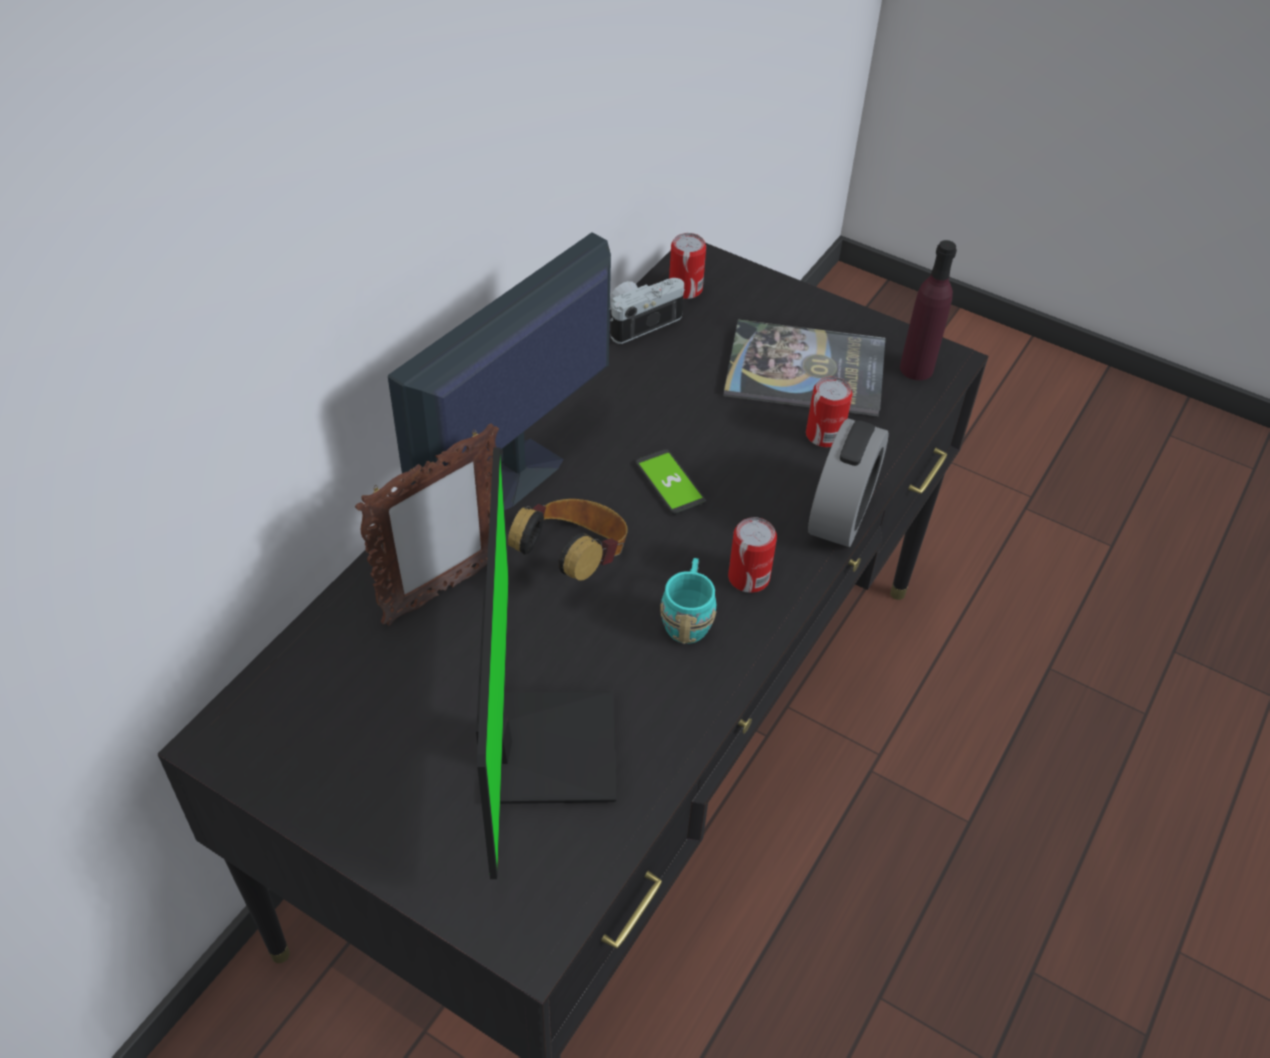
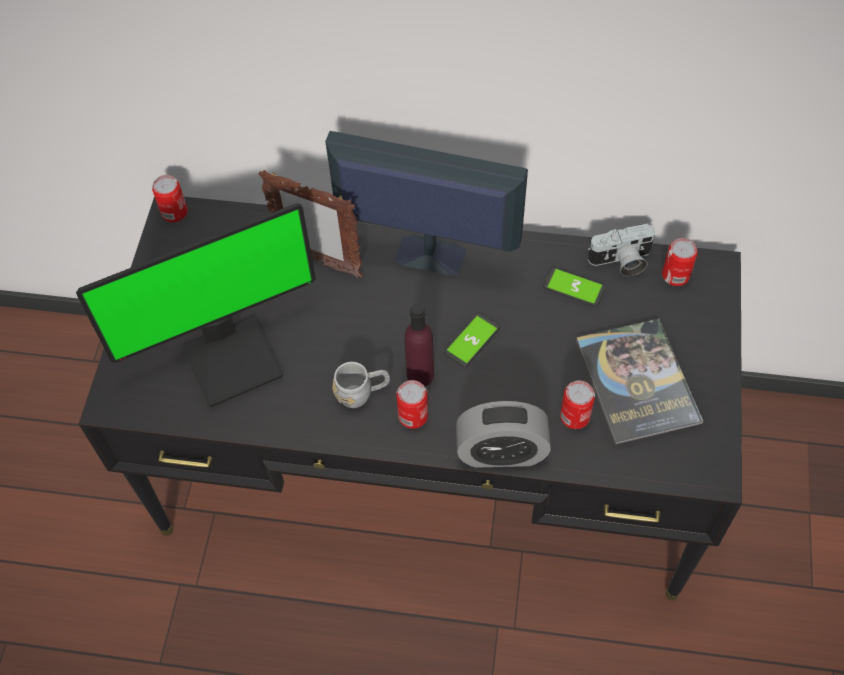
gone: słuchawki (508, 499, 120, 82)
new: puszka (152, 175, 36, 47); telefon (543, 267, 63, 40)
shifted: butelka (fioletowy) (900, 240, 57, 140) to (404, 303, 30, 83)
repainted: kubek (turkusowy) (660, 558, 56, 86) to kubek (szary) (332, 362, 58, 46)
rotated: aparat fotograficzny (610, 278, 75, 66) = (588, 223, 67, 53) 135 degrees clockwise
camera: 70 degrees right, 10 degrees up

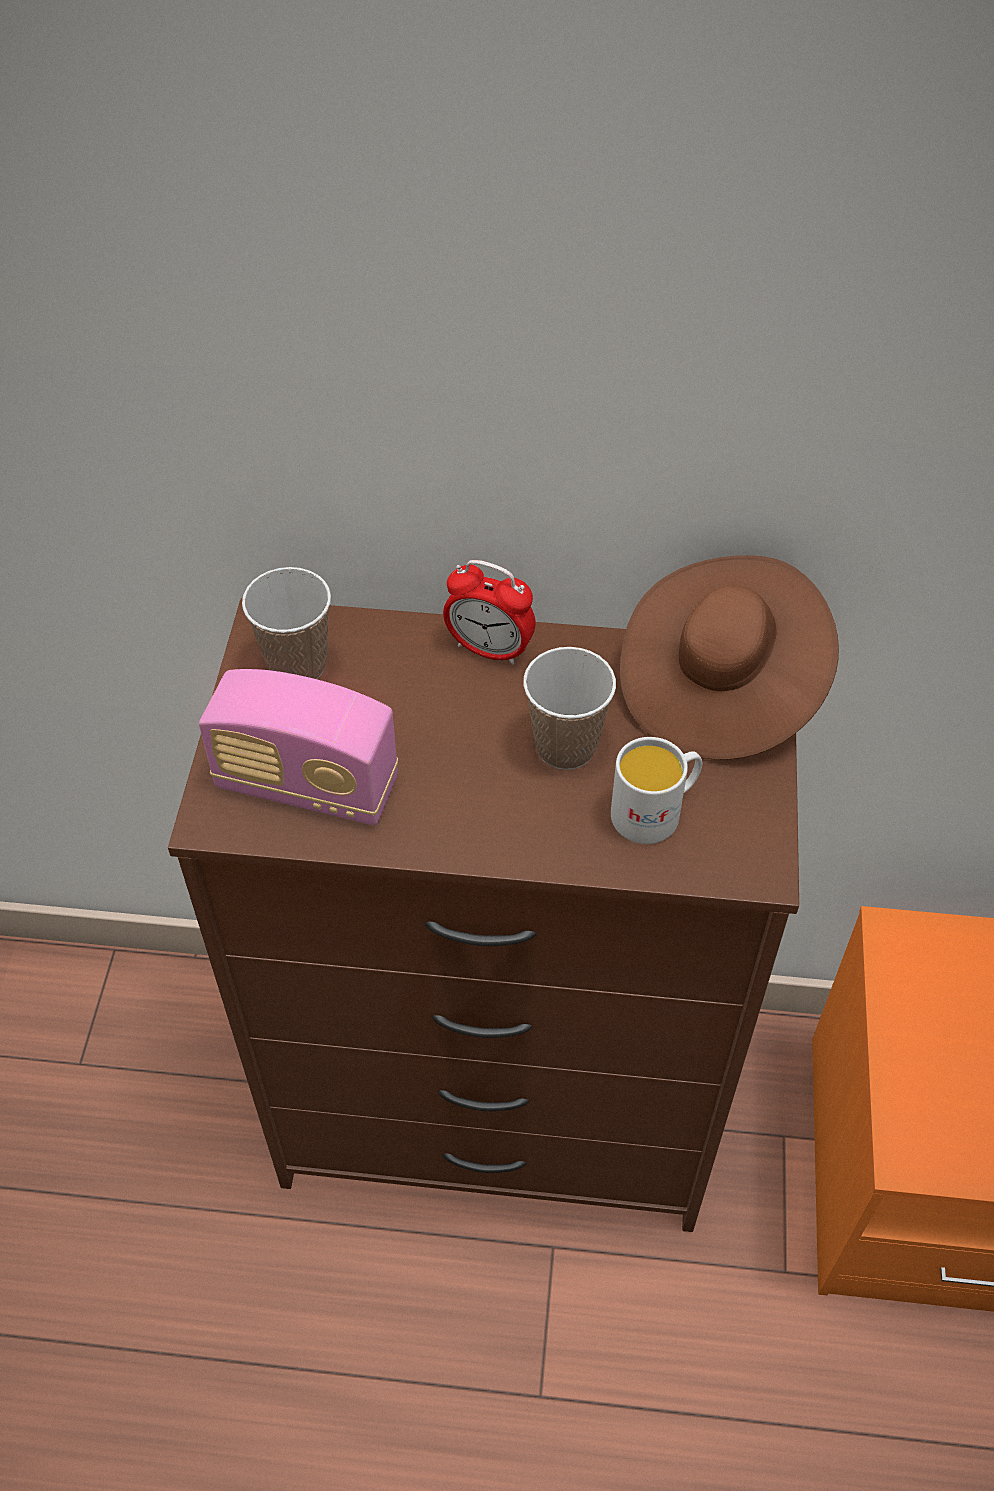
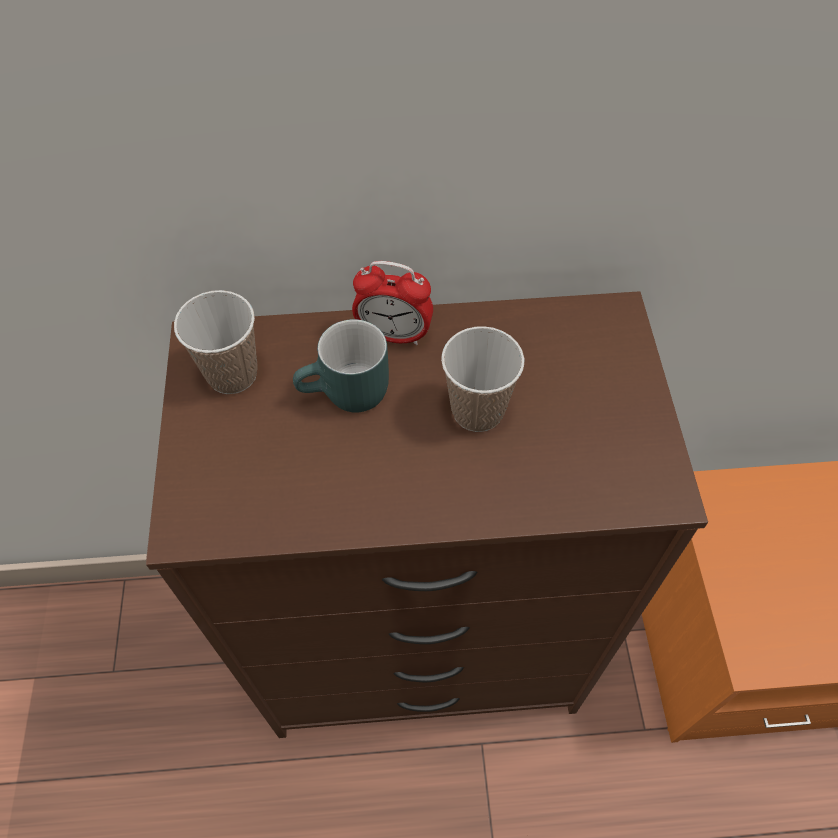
gone: radio (199, 669, 199, 156); kubek (biały) (611, 737, 91, 107); kapelusz (brązowy) (620, 555, 219, 205)
new: kubek (turkusowy) (293, 319, 96, 93)
camera: 10 degrees left, 5 degrees up

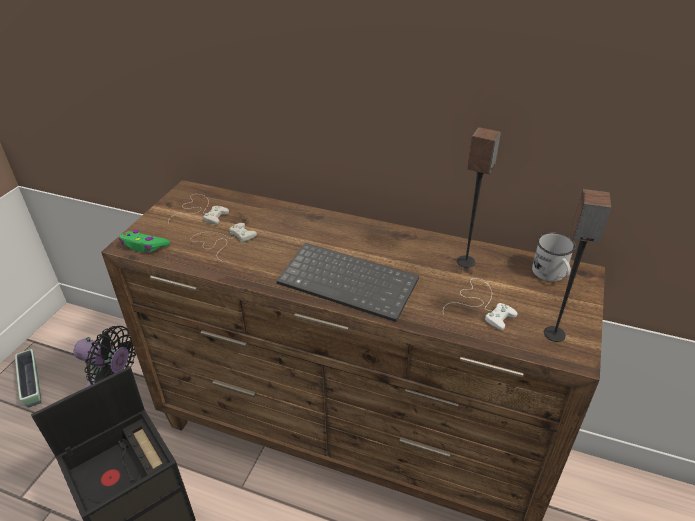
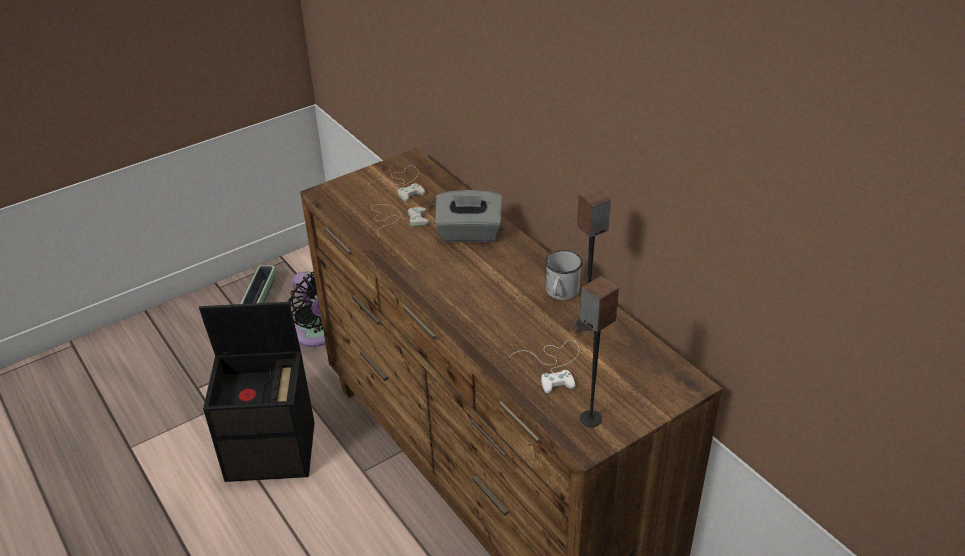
gone: pad do gier (zielony) (119, 230, 51, 22); klawiatura (277, 243, 142, 79)
new: pudełko chusteczek (szary) (435, 190, 67, 52)
shifted: kubek (biały) (532, 233, 43, 49) to (545, 250, 38, 50)
camera: 35 degrees right, 0 degrees up

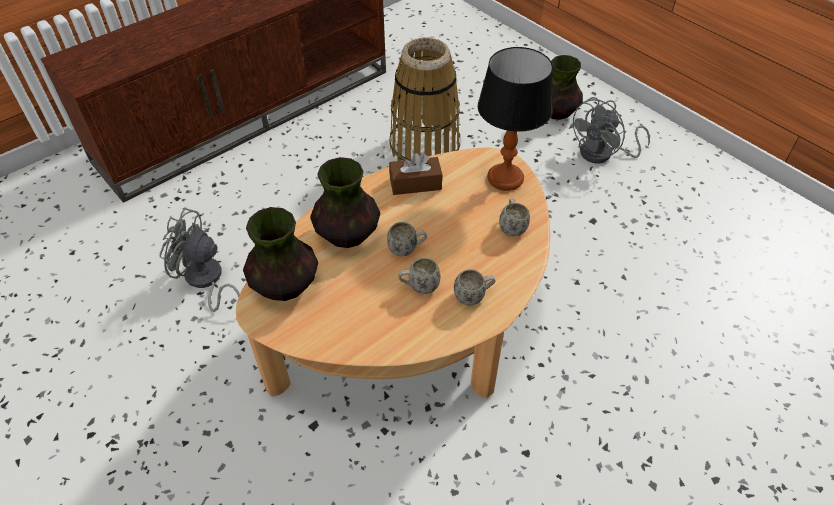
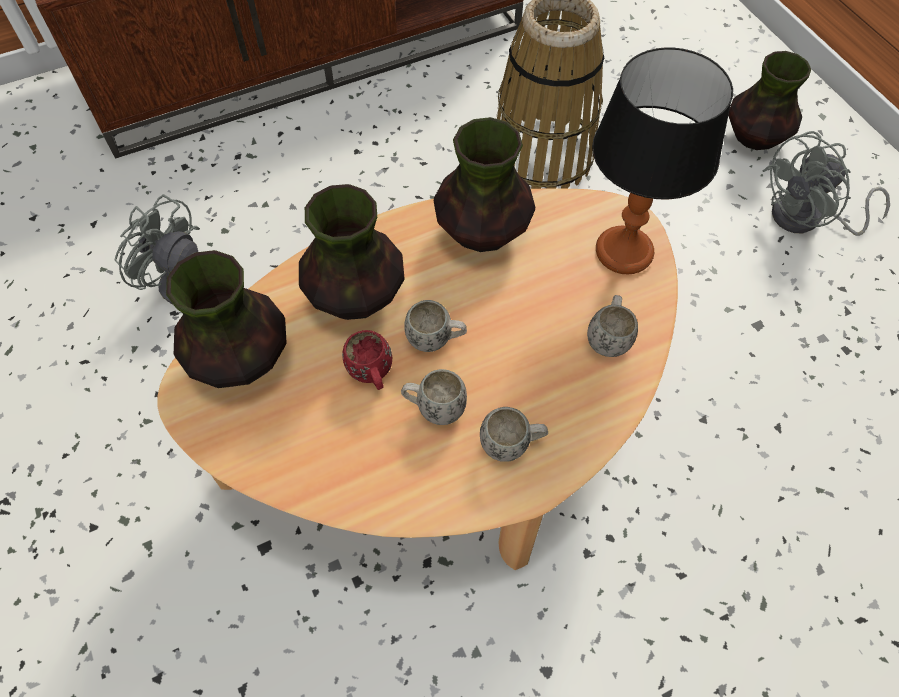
new: kubek (czerwony) (342, 330, 50, 60)
swapped: pudełko chusteczek (brązowy) (389, 153, 53, 42) to wazon (434, 117, 101, 135)
camera: 15 degrees right, 10 degrees up

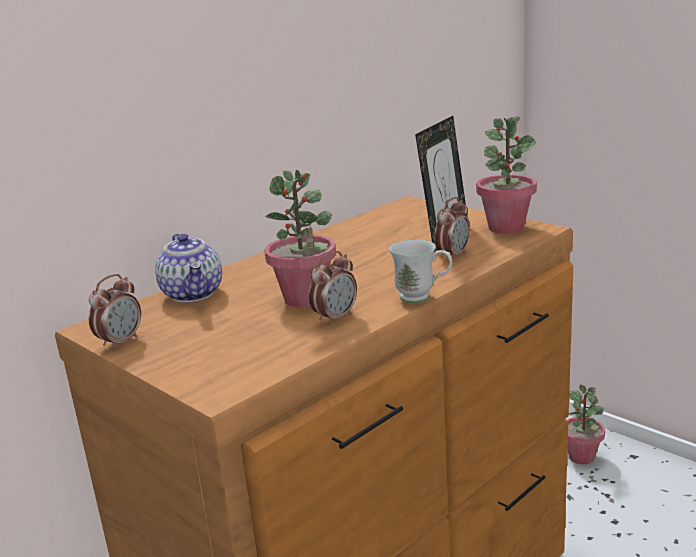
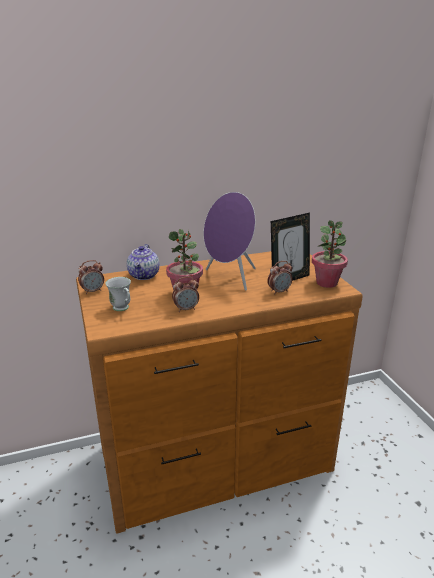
gone: roślina doniczkowa (566, 385, 39, 80)
new: głośnik (fioletowy) (203, 192, 53, 99)
shifted: kubek (biały) (389, 239, 63, 64) to (106, 277, 25, 34)
camera: 25 degrees right, 5 degrees up

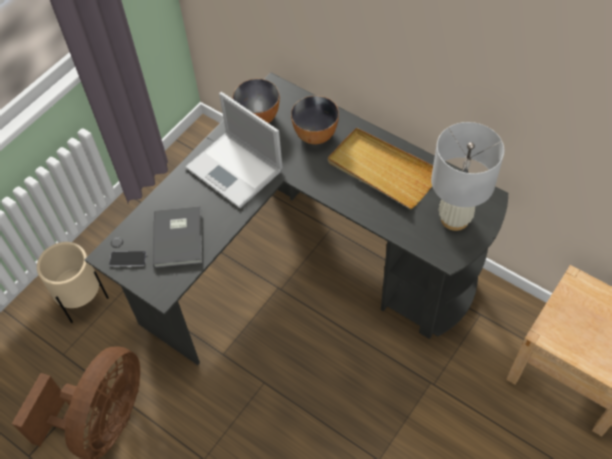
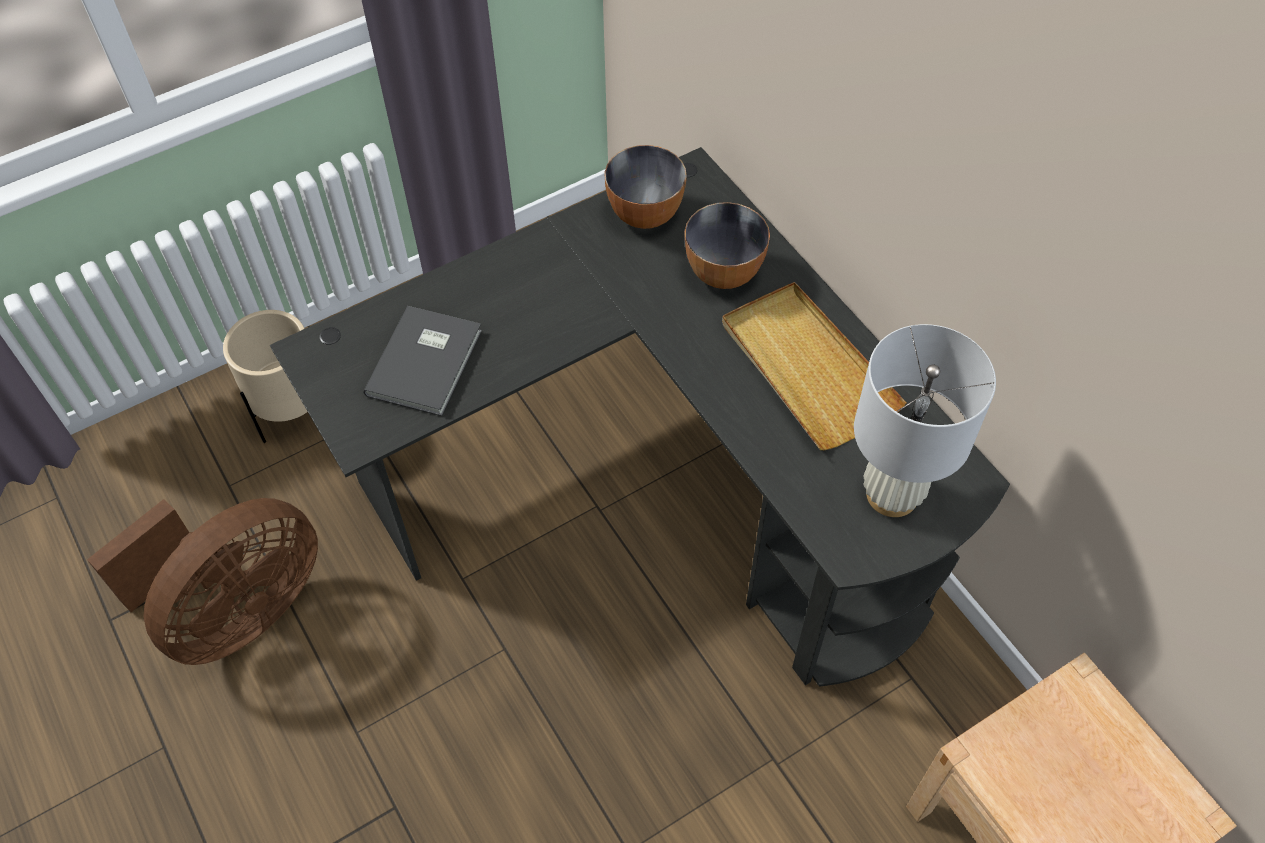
gone: telefon (109, 251, 37, 16); laptop (185, 92, 98, 116)
camera: 20 degrees right, 0 degrees up

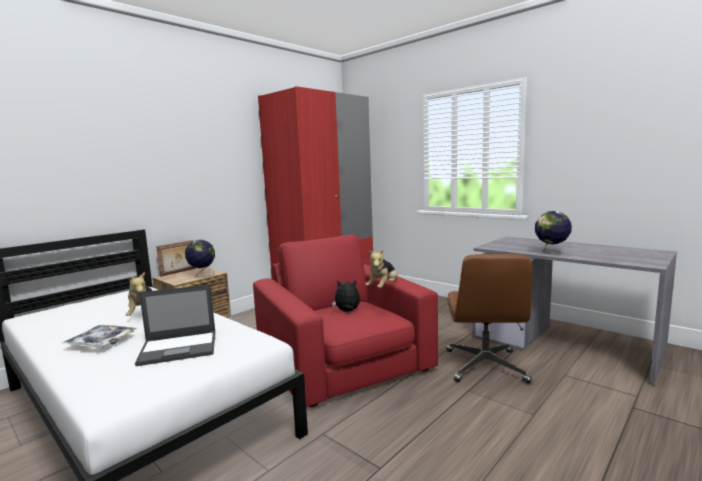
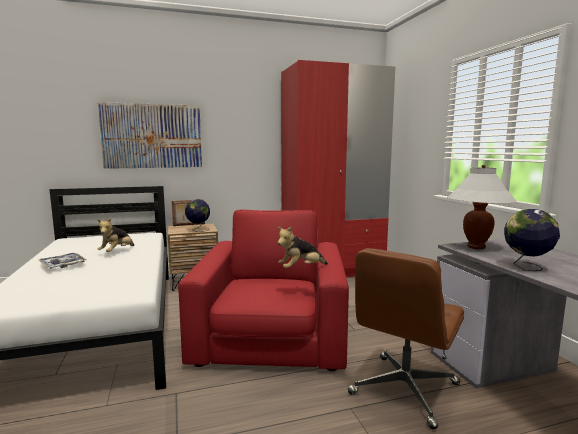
gone: laptop (135, 285, 80, 81); pluszak (332, 280, 28, 32)
new: obraz (98, 102, 104, 67); lampa stołowa (biały) (447, 165, 70, 85)
camera: 30 degrees right, 0 degrees up

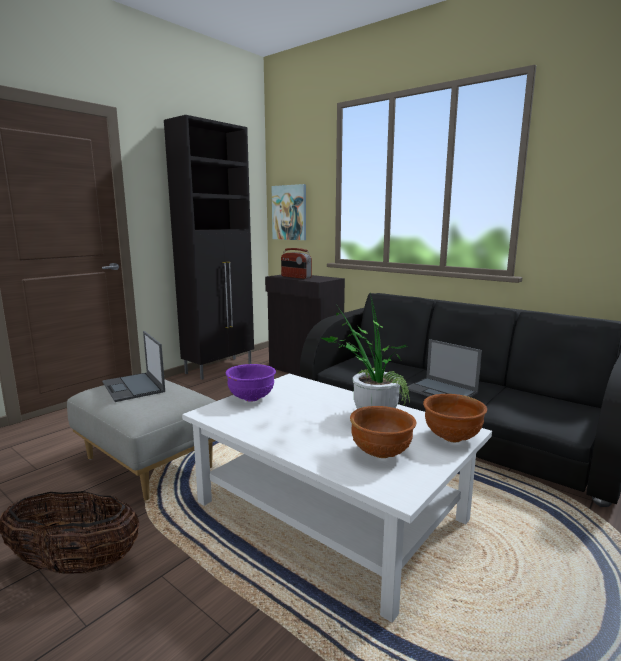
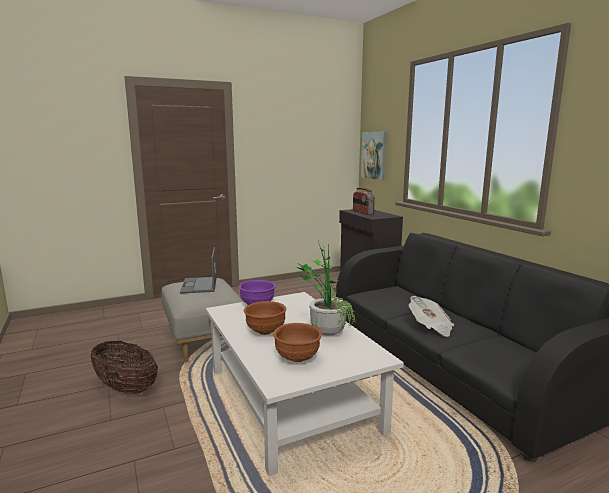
gone: szafka (czarny) (164, 115, 90, 265)
shifted: miska (brązowy) (423, 394, 64, 49) to (244, 301, 42, 34)
swapped: laptop (407, 339, 75, 58) to gazeta (409, 296, 45, 41)
camera: 25 degrees right, 0 degrees up

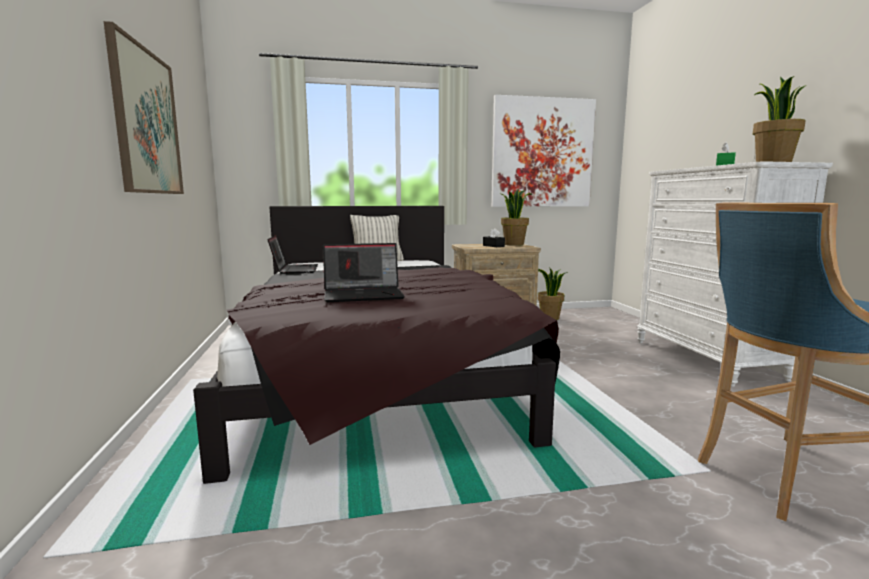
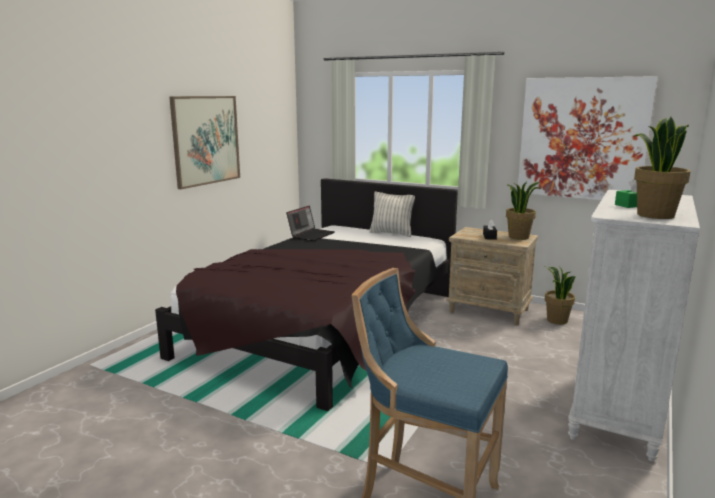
gone: laptop (323, 243, 82, 59)
camera: 40 degrees right, 5 degrees up

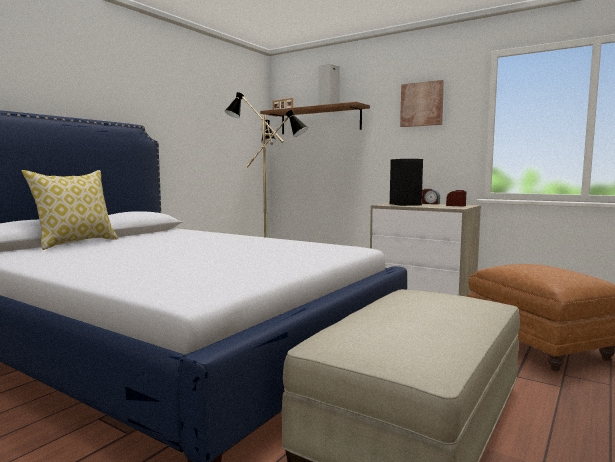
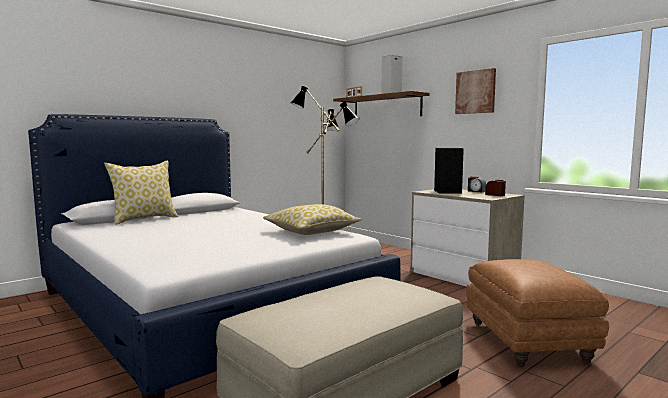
new: poduszka (263, 204, 99, 31)
camera: 15 degrees right, 0 degrees up

